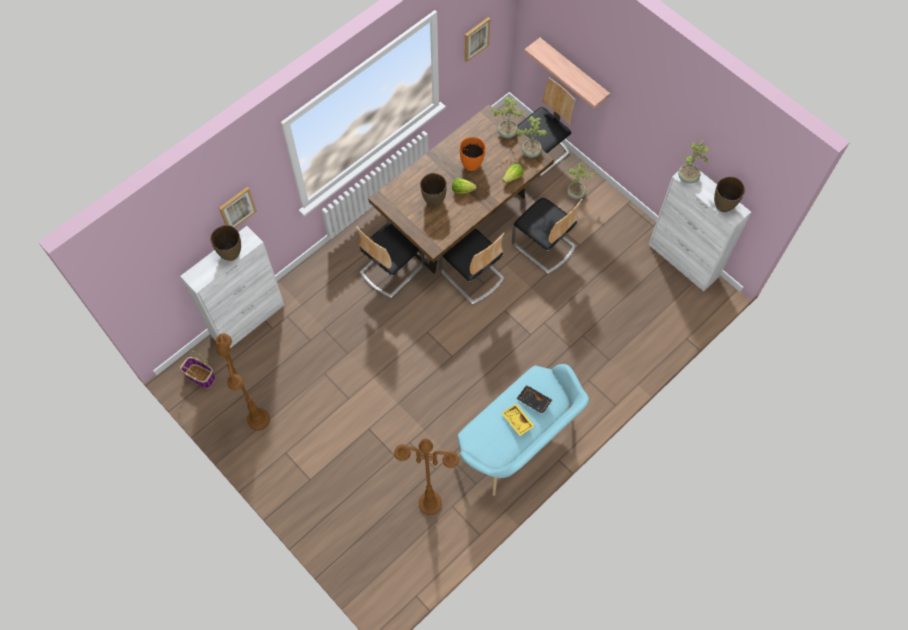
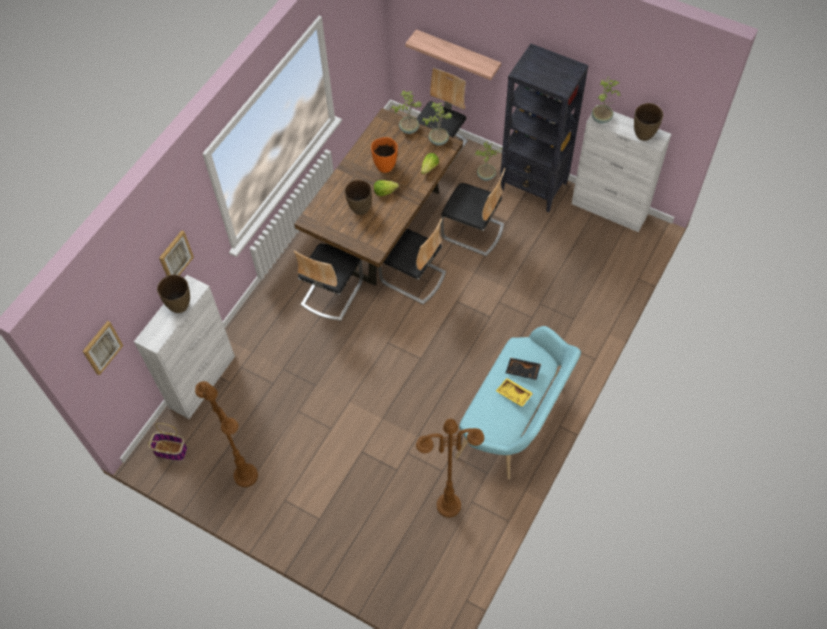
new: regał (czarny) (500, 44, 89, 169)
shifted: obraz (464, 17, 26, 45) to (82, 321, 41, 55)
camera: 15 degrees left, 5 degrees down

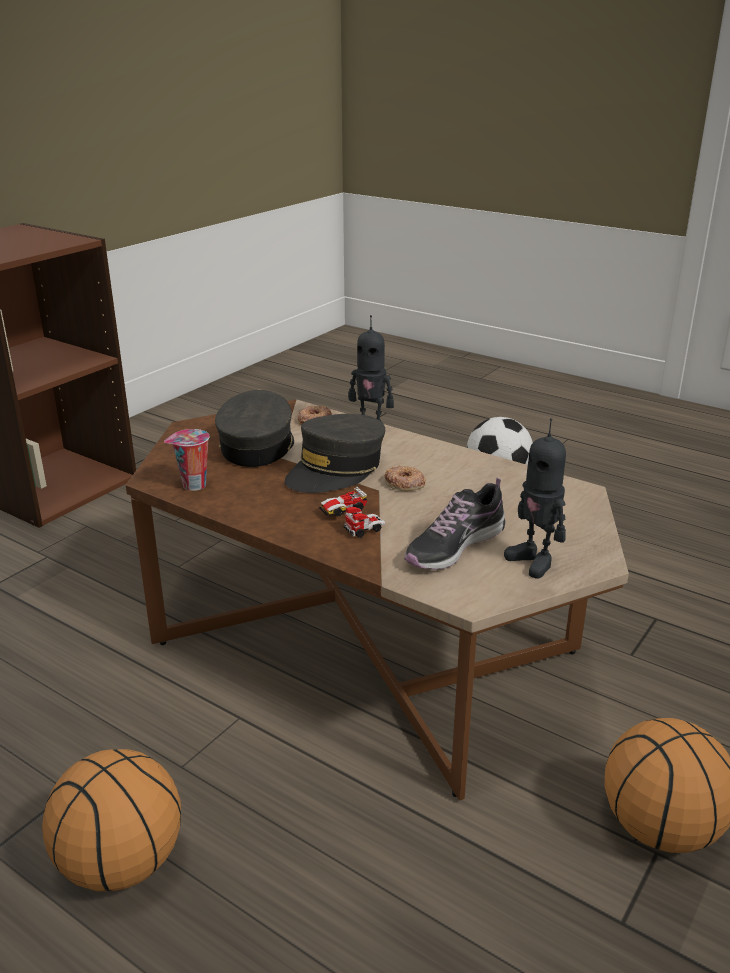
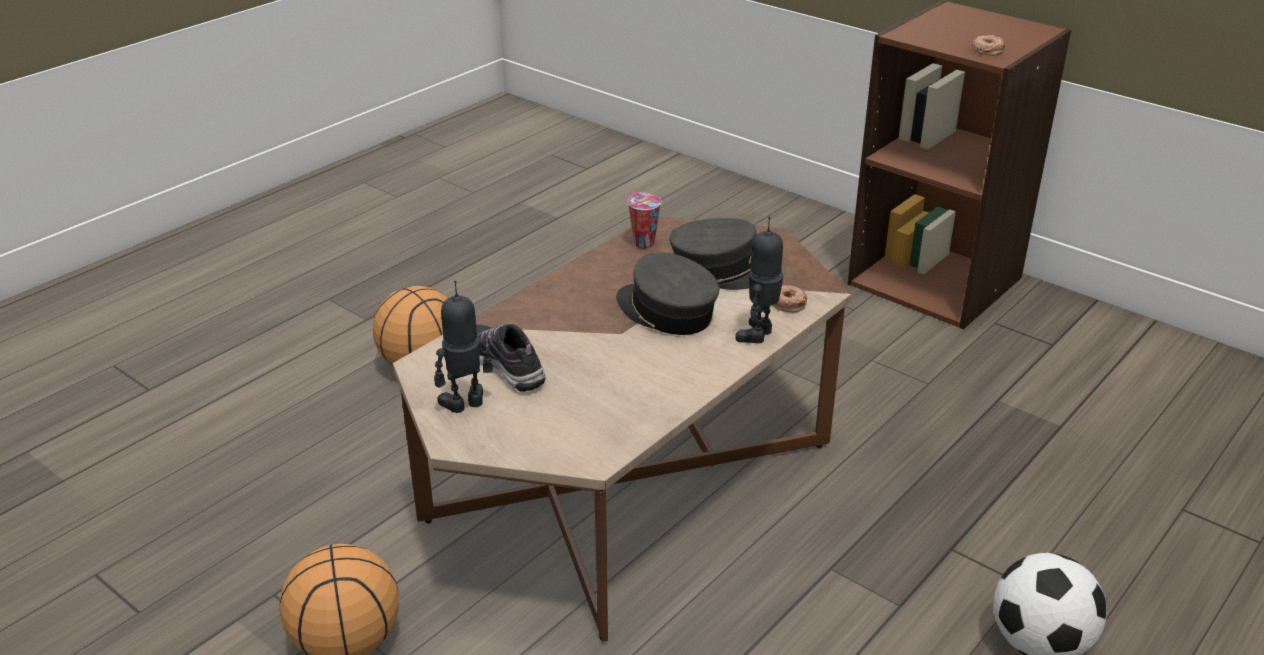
gone: samochodzik (319, 487, 67, 51)
shifted: donut (384, 466, 42, 25) to (972, 35, 33, 20)
camera: 95 degrees right, 5 degrees up

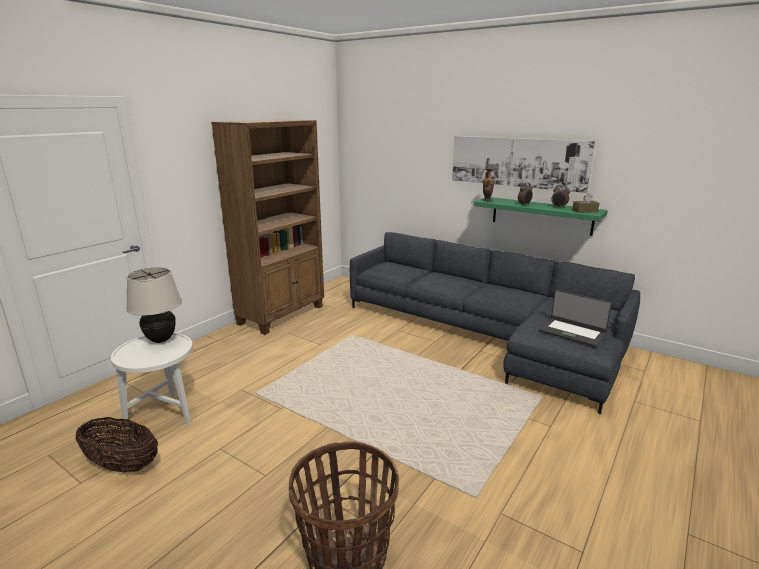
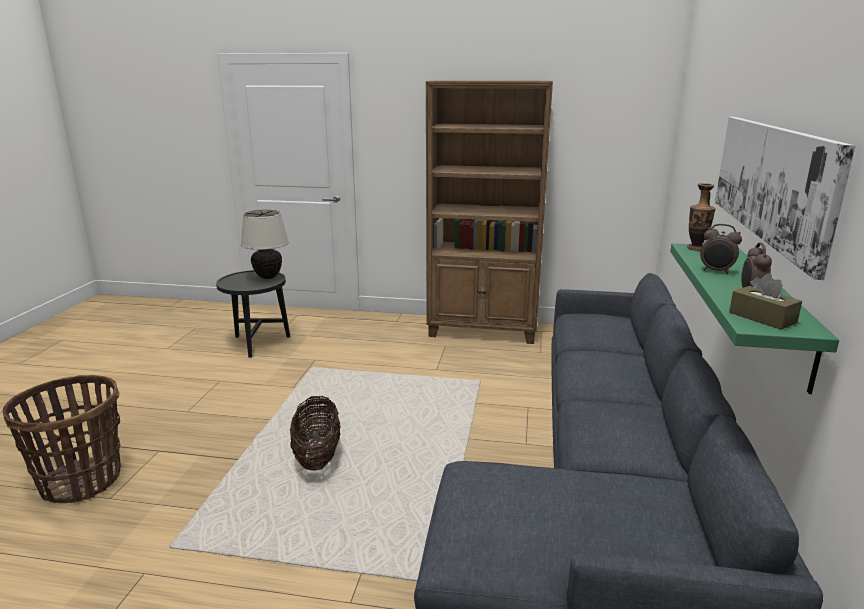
gone: laptop (539, 290, 73, 57)
shifted: koszyk (76, 417, 82, 56) to (290, 395, 51, 76)
repainted: stolik (biały) (111, 333, 82, 92) to stolik (czarny) (216, 270, 74, 87)
camera: 65 degrees right, 0 degrees up

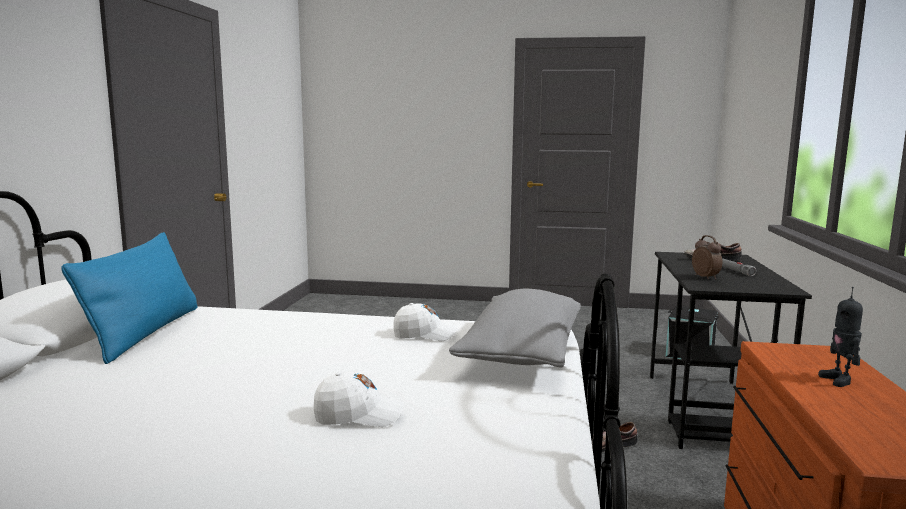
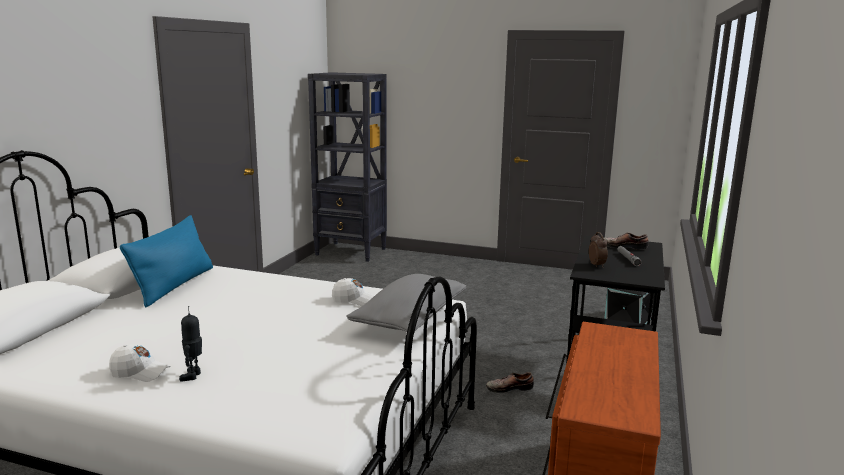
new: regał (czarny) (308, 72, 79, 190)
shifted: czapka z daszkiem (biały) (314, 372, 90, 55) to (109, 344, 61, 38); robot zabawkowy (818, 287, 45, 100) to (179, 306, 23, 75)
camera: 10 degrees right, 5 degrees up

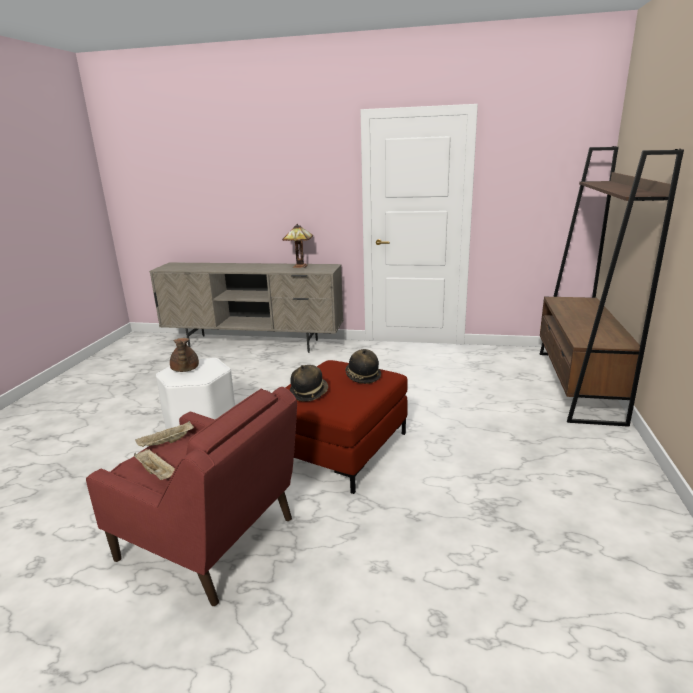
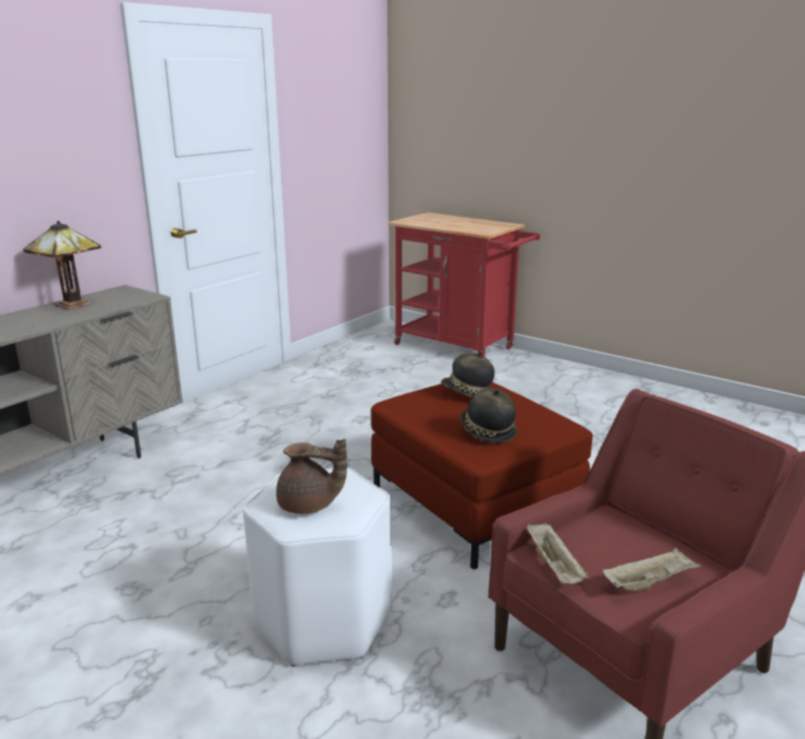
swapped: regał (brązowy) (540, 146, 144, 281) to wózek (czerwony) (388, 212, 152, 145)
camera: 65 degrees left, 0 degrees up

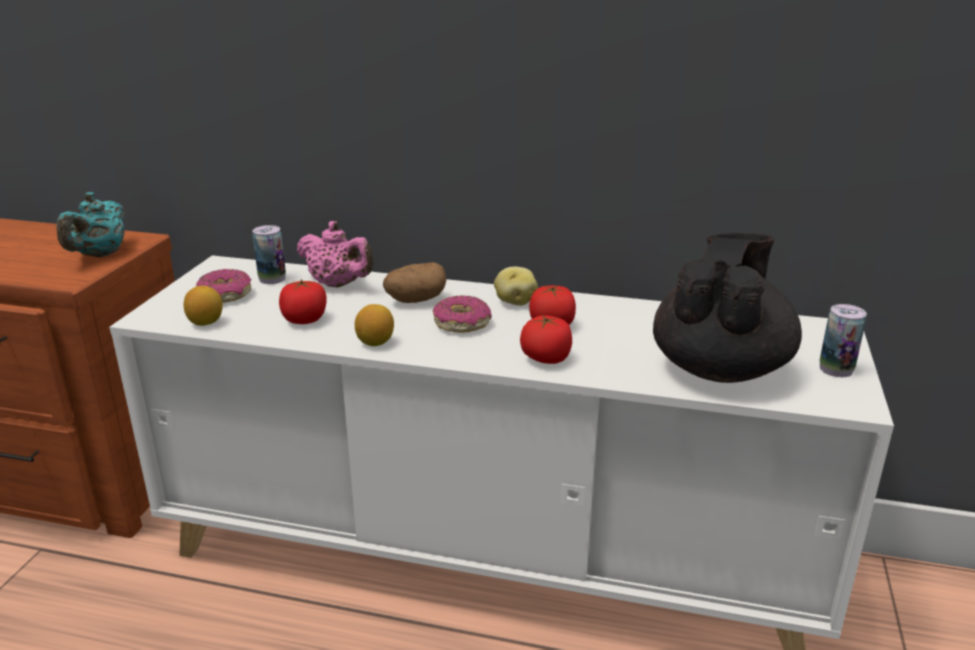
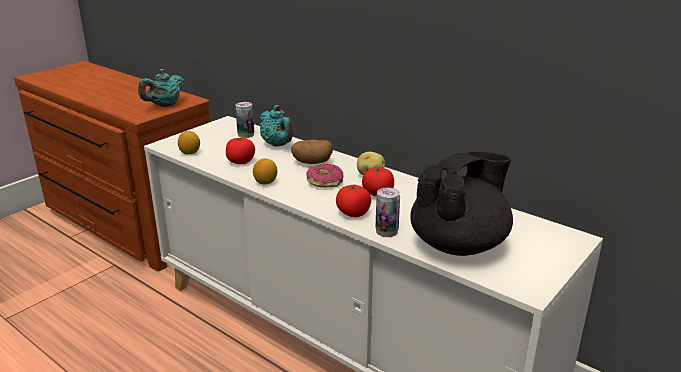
gone: donut (196, 269, 55, 34)
shifted: puszka (820, 304, 47, 73) to (376, 188, 24, 49)
repainted: imbryk (różowy) (297, 221, 77, 67) to imbryk (turkusowy) (260, 105, 33, 42)
camera: 25 degrees right, 0 degrees up

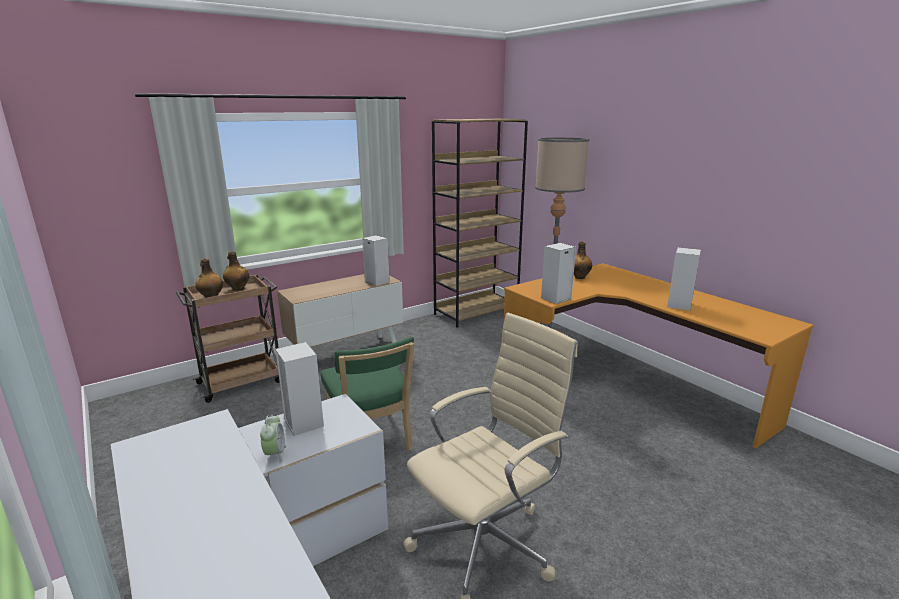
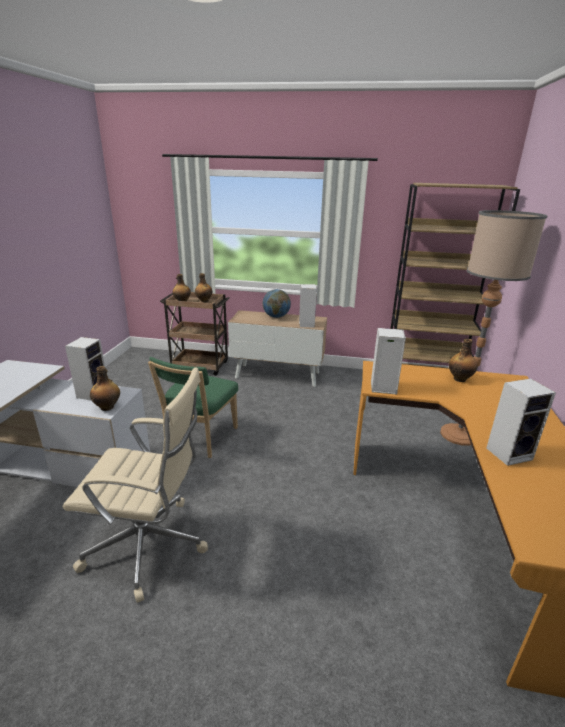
gone: budzik (260, 415, 26, 48)
new: butelka (90, 366, 30, 45); globus (263, 289, 28, 29)
camera: 45 degrees right, 5 degrees up

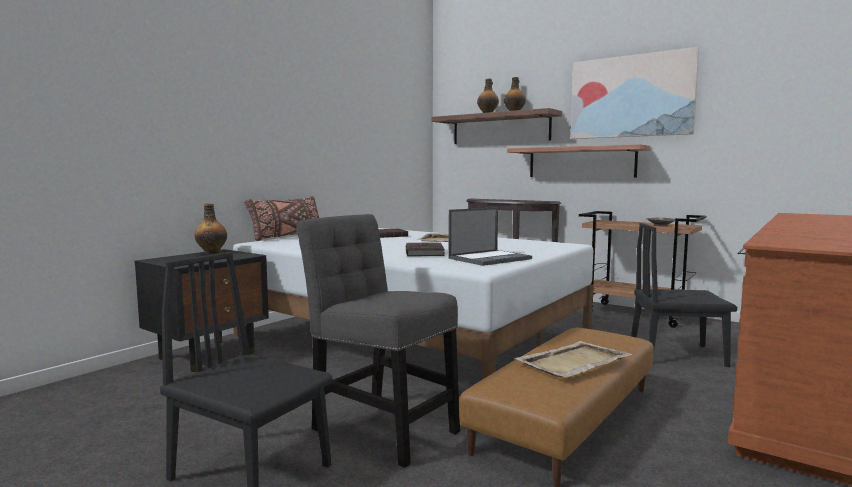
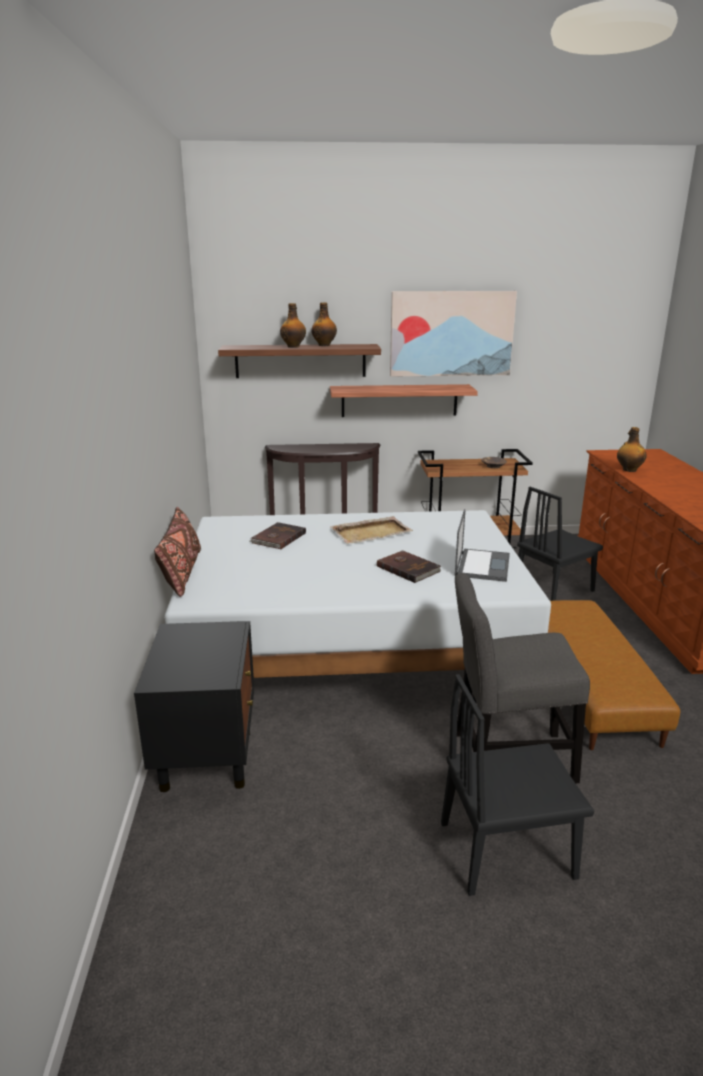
gone: taca (beżowy) (514, 341, 118, 37)
shifted: butelka (194, 203, 33, 51) to (617, 427, 30, 45)
camera: 40 degrees left, 15 degrees up

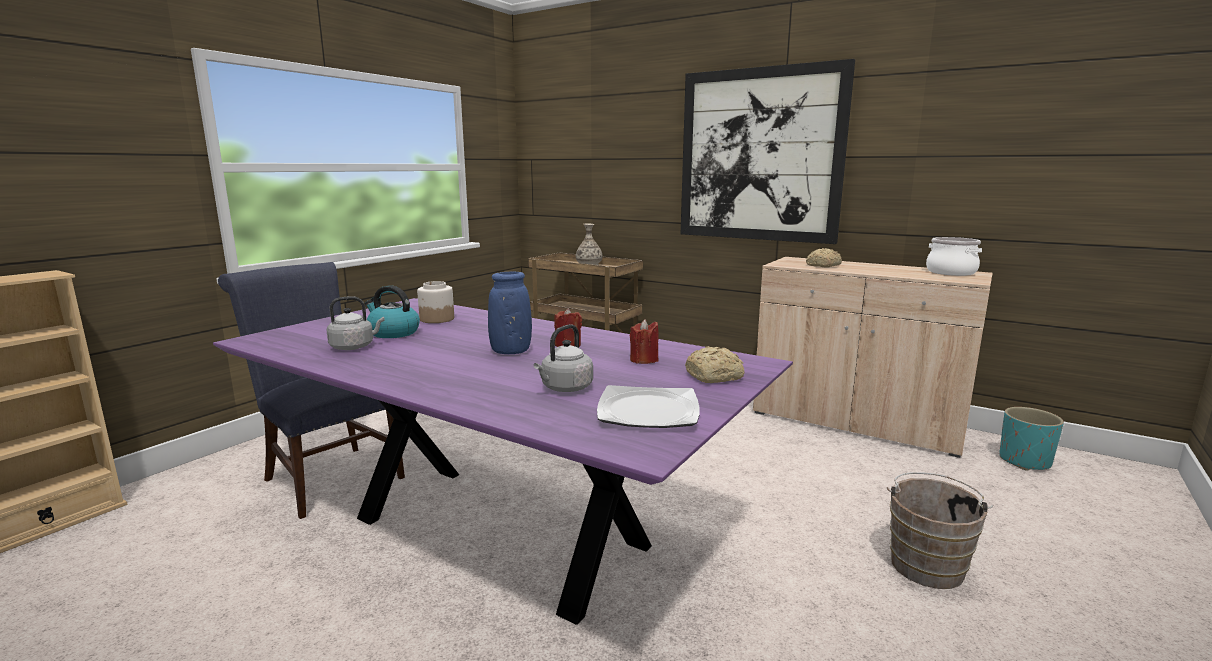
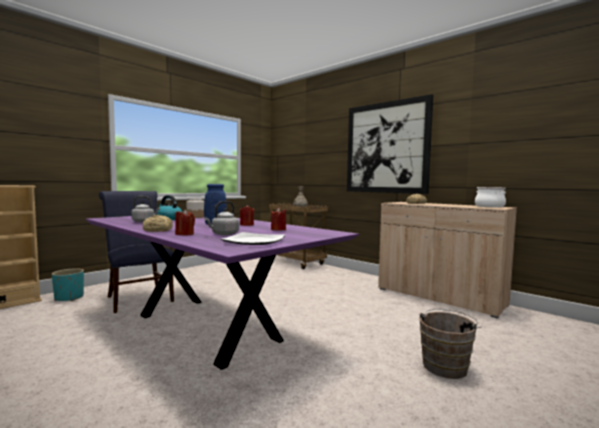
new: świeca (czerwony) (175, 209, 20, 27)
shifted: donica (turkusowy) (999, 407, 65, 64) to (52, 268, 32, 33); chleb (685, 346, 60, 37) to (143, 215, 30, 17)
camera: 10 degrees right, 10 degrees down

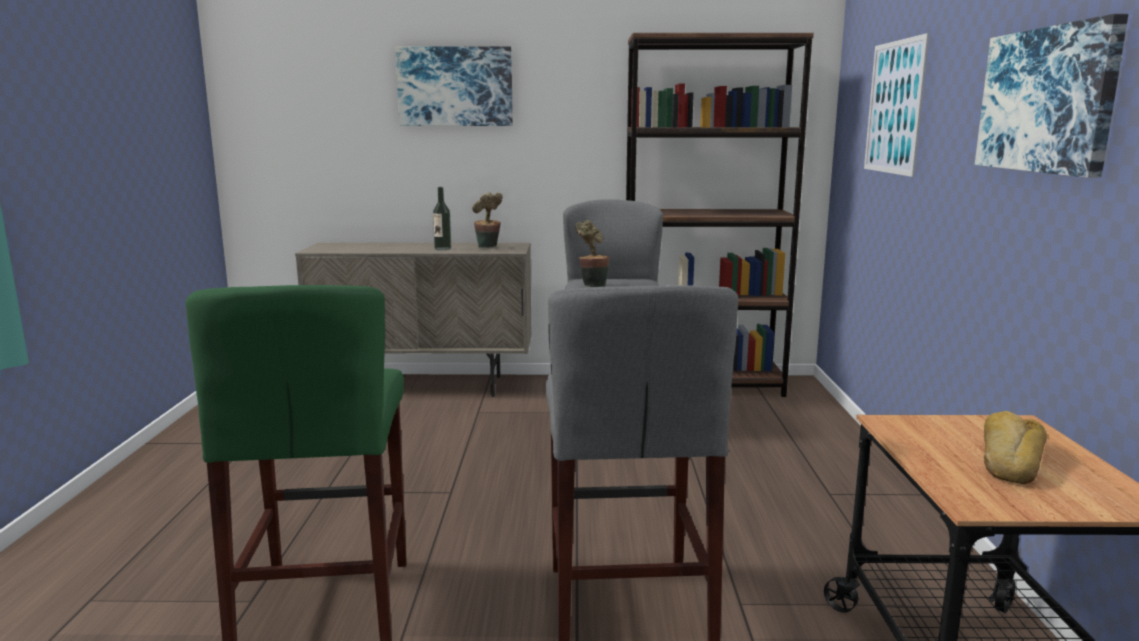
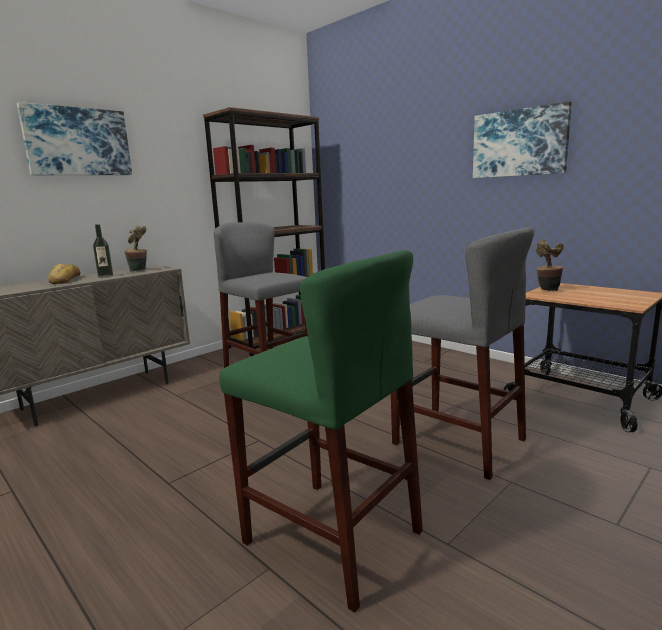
gone: obraz (864, 33, 65, 144)
shifted: chleb (984, 411, 63, 73) to (48, 264, 32, 20); roślina doniczkowa (575, 220, 35, 67) to (536, 240, 28, 51)
camera: 45 degrees left, 0 degrees up

